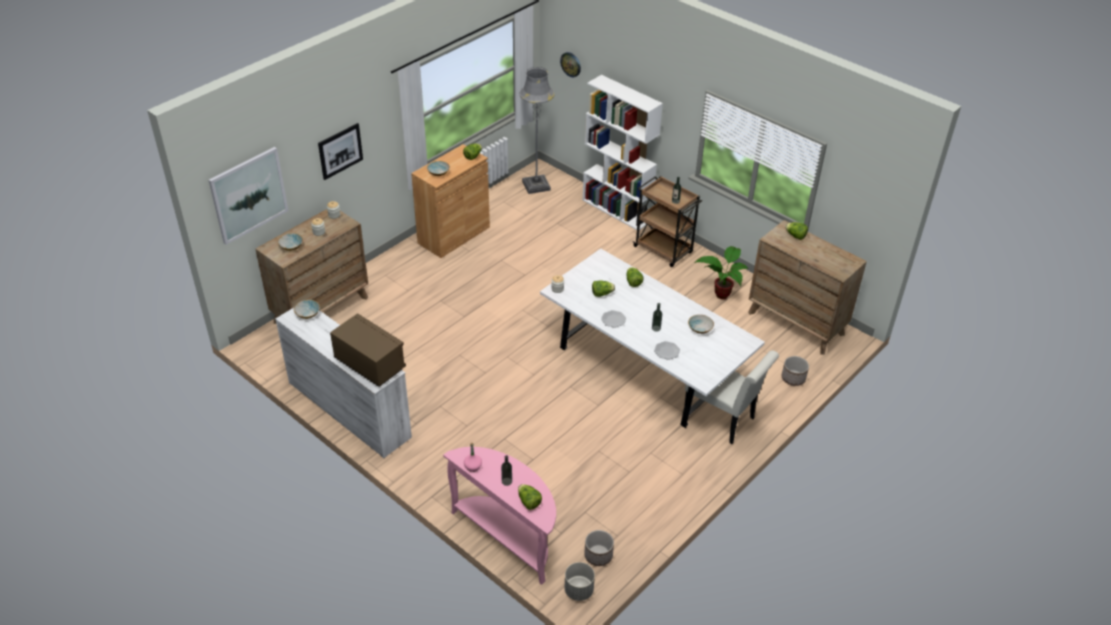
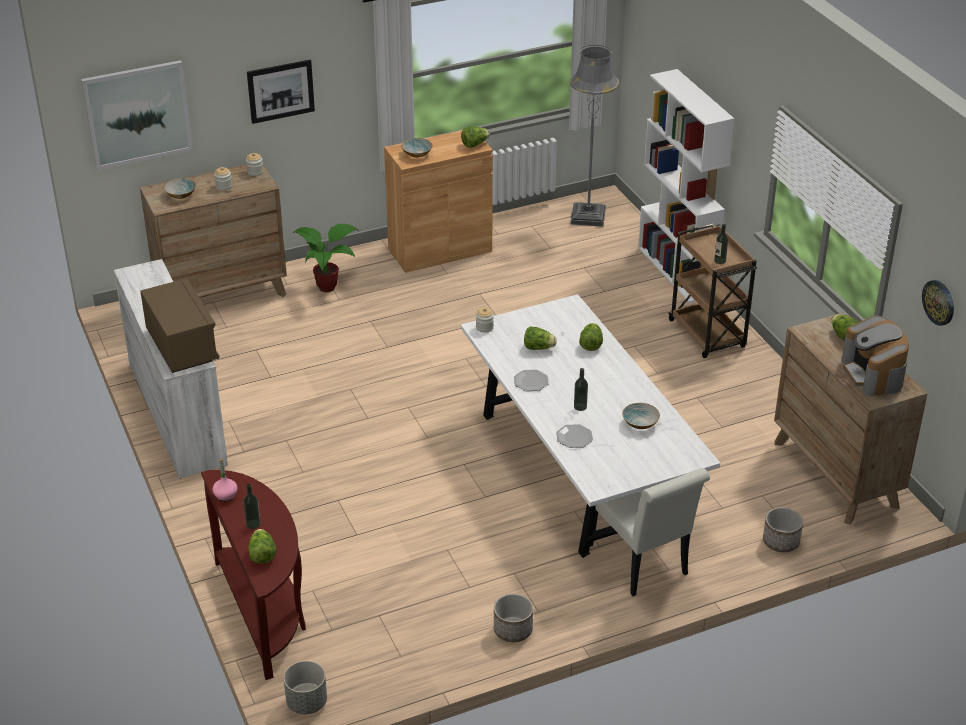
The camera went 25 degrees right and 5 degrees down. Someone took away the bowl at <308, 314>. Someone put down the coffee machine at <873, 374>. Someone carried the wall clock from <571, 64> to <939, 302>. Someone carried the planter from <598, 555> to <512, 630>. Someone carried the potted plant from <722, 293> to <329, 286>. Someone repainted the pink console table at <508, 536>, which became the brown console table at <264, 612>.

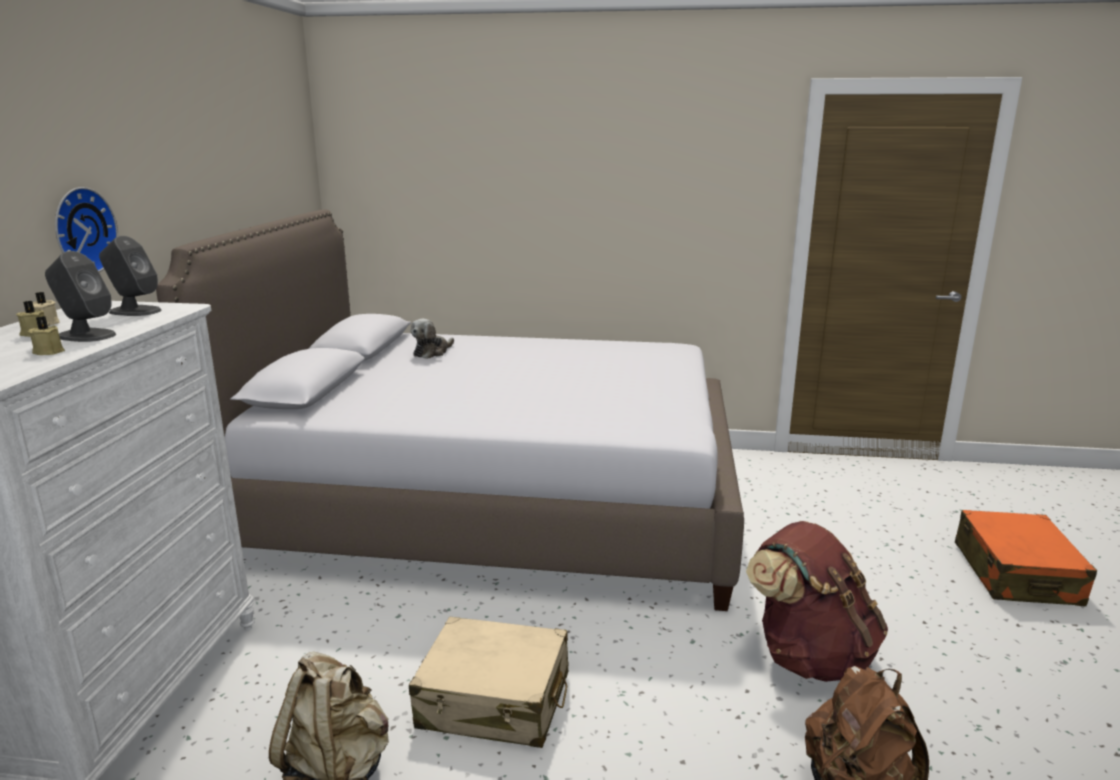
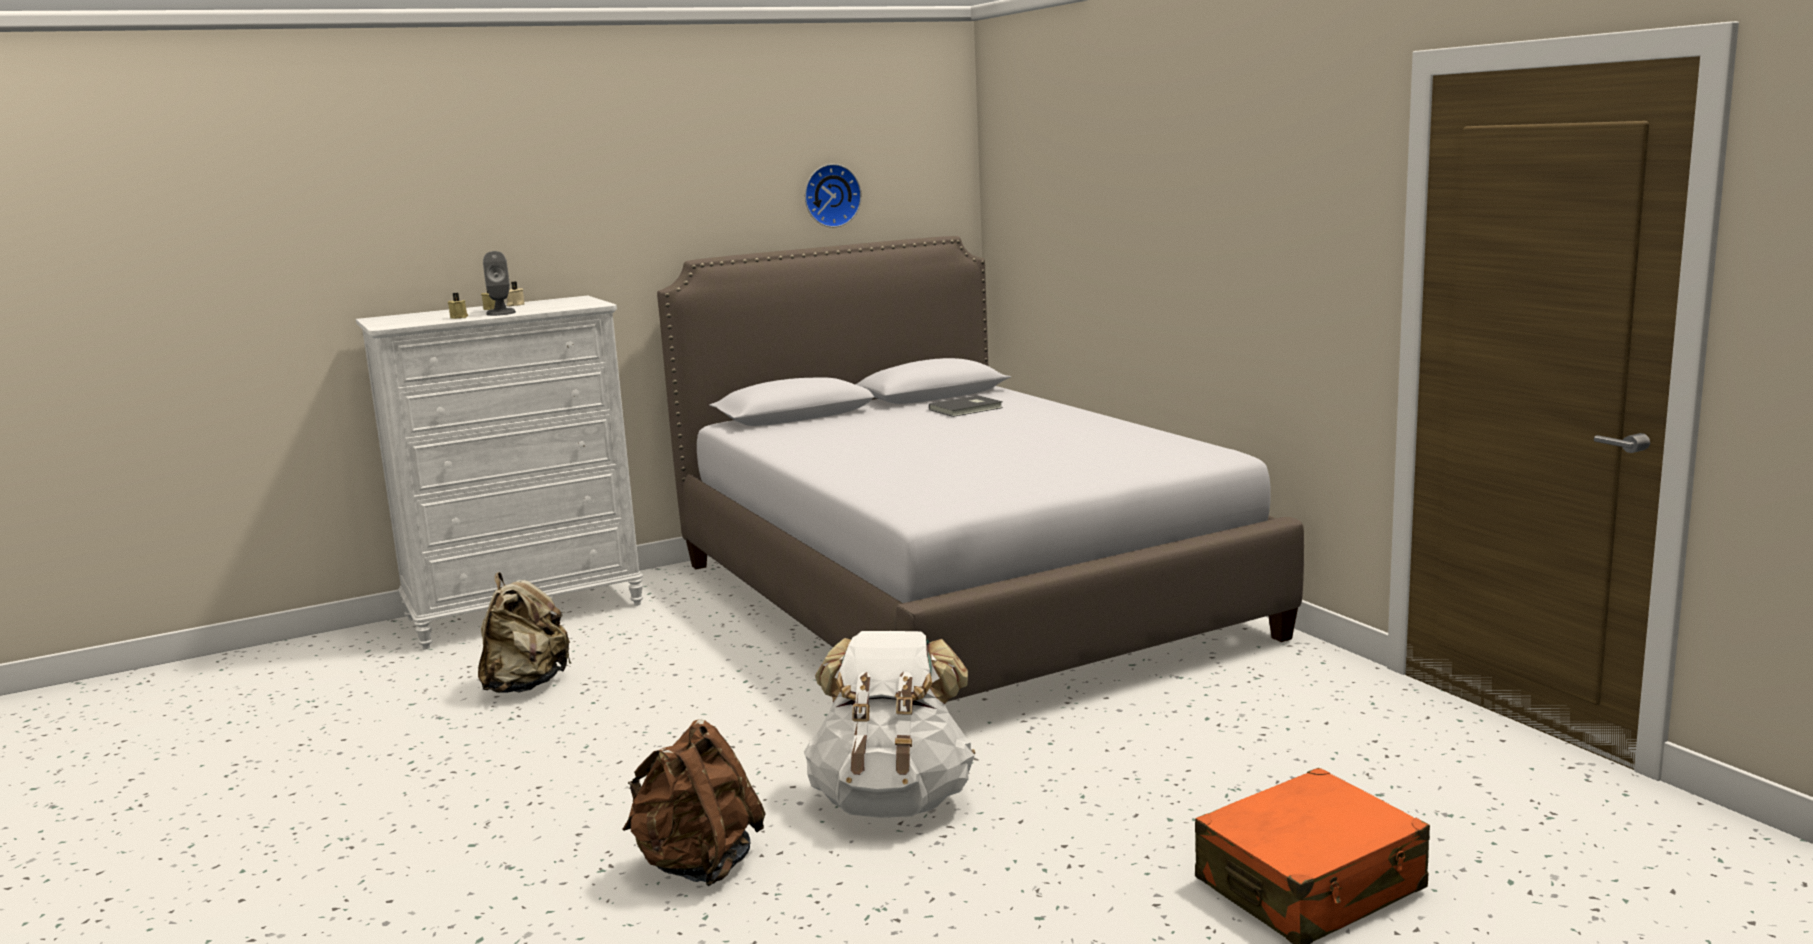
The camera went 55 degrees right and 5 degrees down. Someone took away the grey speaker at <134, 311>. Someone took away the beige suitcase at <494, 701>. Someone carried the wall clock from <81, 230> to <831, 195>. Someone swapped the plush toy at <432, 352> for the grey book at <967, 409>. Someone repainted the brown backpack at <810, 656>, which became the white backpack at <893, 800>.

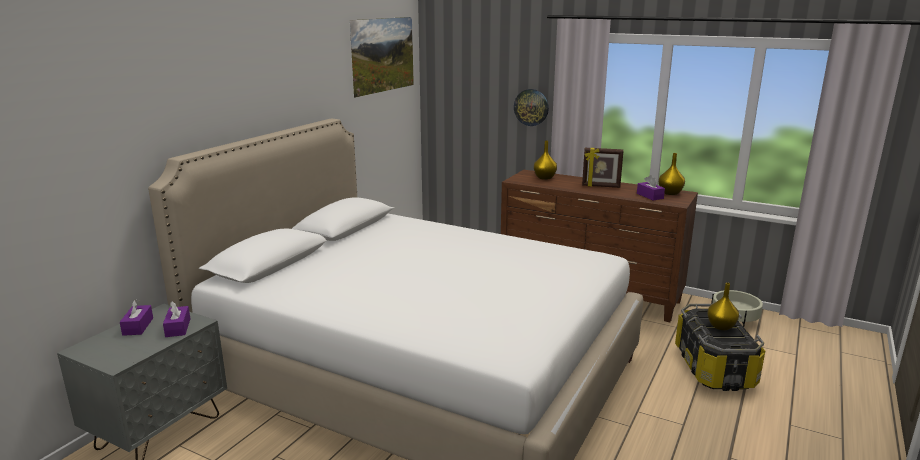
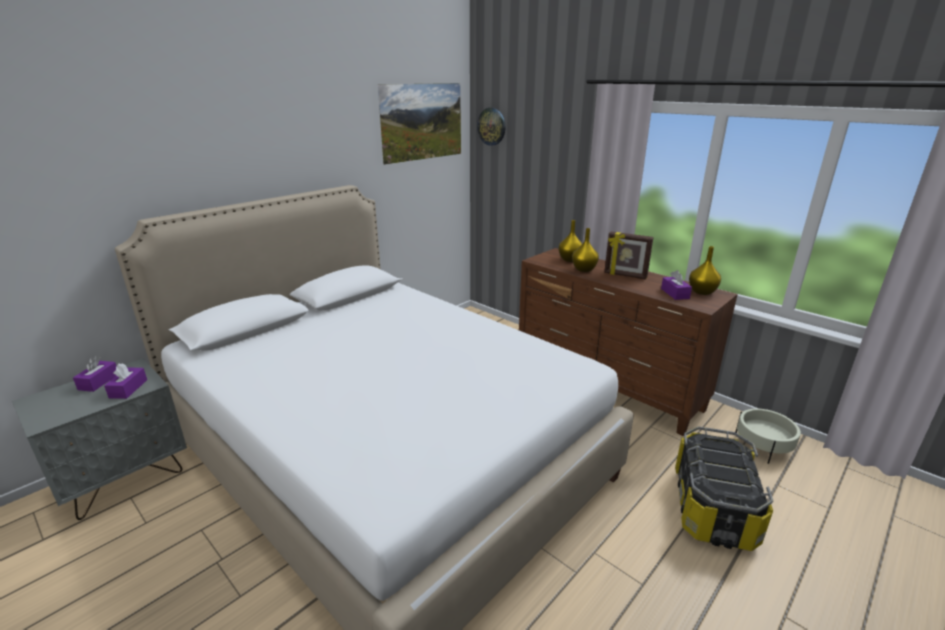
The camera went 15 degrees right and 5 degrees up. Someone carried the wall clock from <531, 107> to <491, 126>. Someone carried the yellow vase from <721, 326> to <584, 269>.

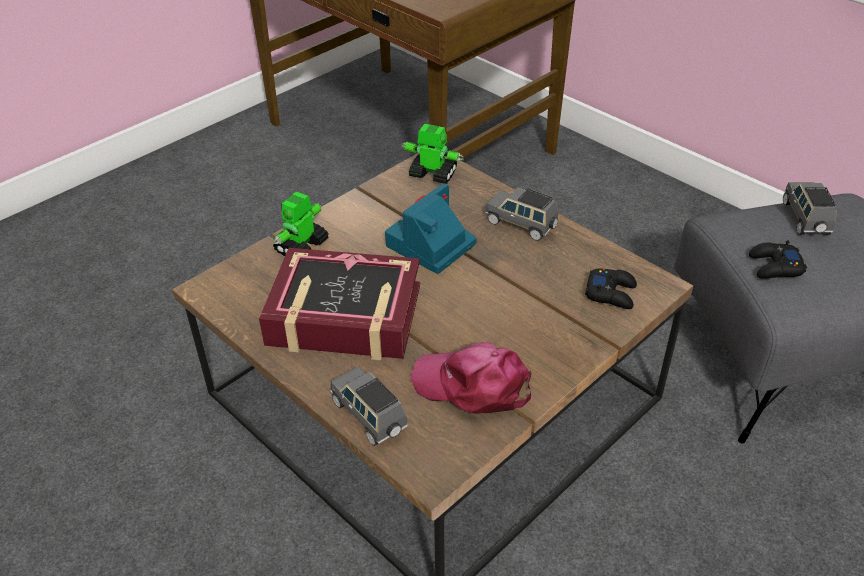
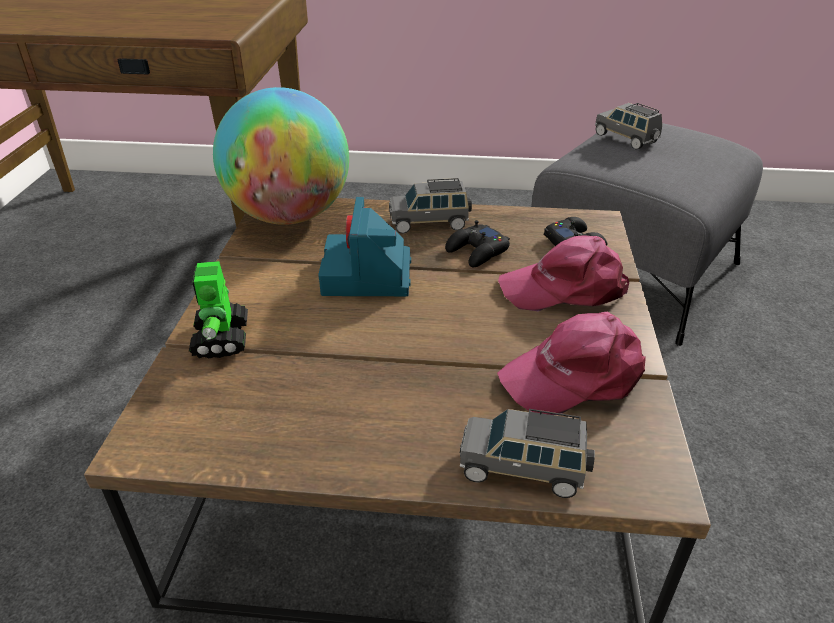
The camera went 40 degrees left and 5 degrees down. Someone took away the book at <344, 316>. Someone put down the pink cap at <565, 288>. Someone carried the black game controller from <775, 267> to <477, 252>. Someone swapped the toy robot at <432, 174> for the globe at <289, 216>.

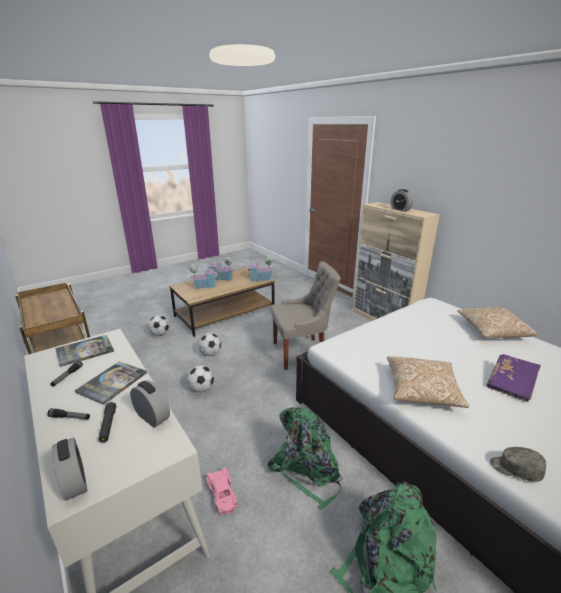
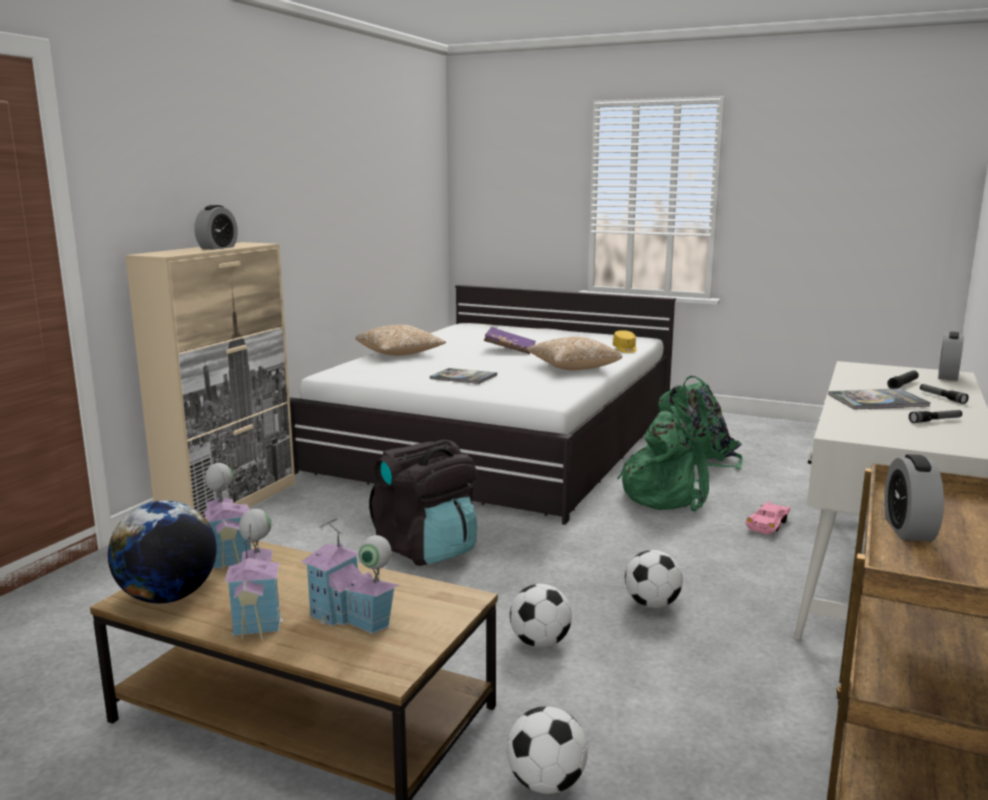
The camera went 120 degrees left and 10 degrees down. Someone put down the globe at <168, 597>. Someone carried the book from <85, 351> to <463, 377>. Someone carried the alarm clock from <152, 417> to <908, 529>. Someone swapped the grey chair at <302, 352> for the black backpack at <427, 549>. Someone repainted the grey cap at <515, 469>, which became the yellow cap at <625, 349>.

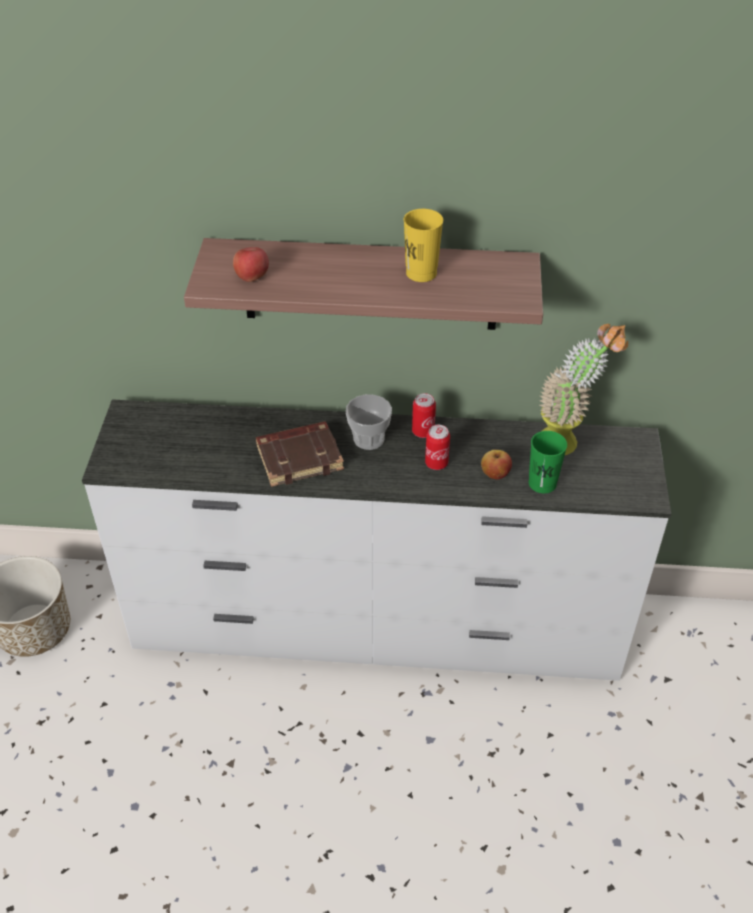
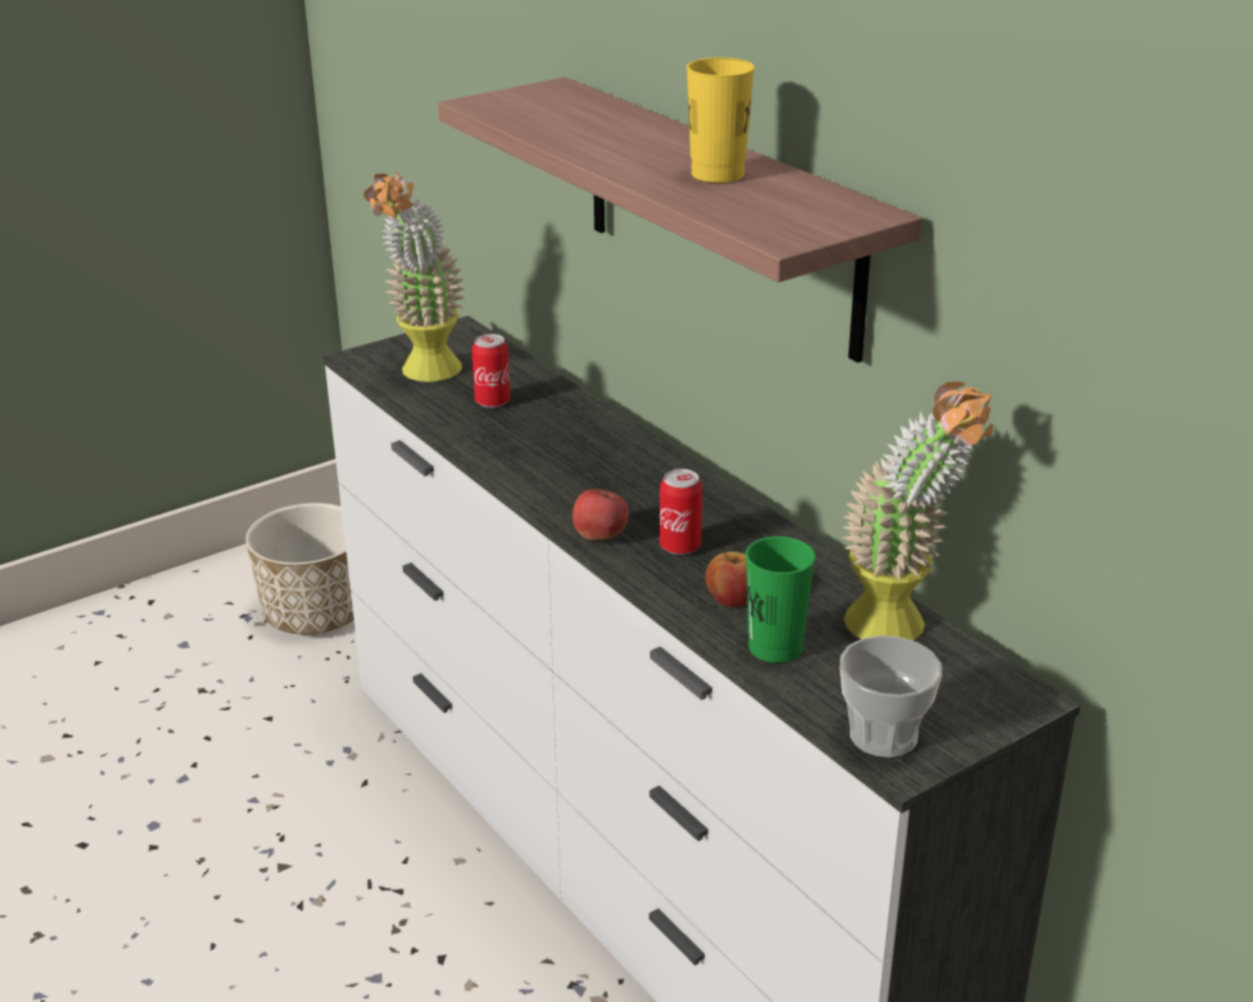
The camera went 50 degrees right and 15 degrees down. Someone took away the brown book at <300, 457>. Someone put down the potted plant at <424, 376>. Someone carried the apple from <252, 277> to <600, 536>. Someone carried the cup from <369, 439> to <883, 736>. Someone carried the can from <423, 431> to <492, 402>.

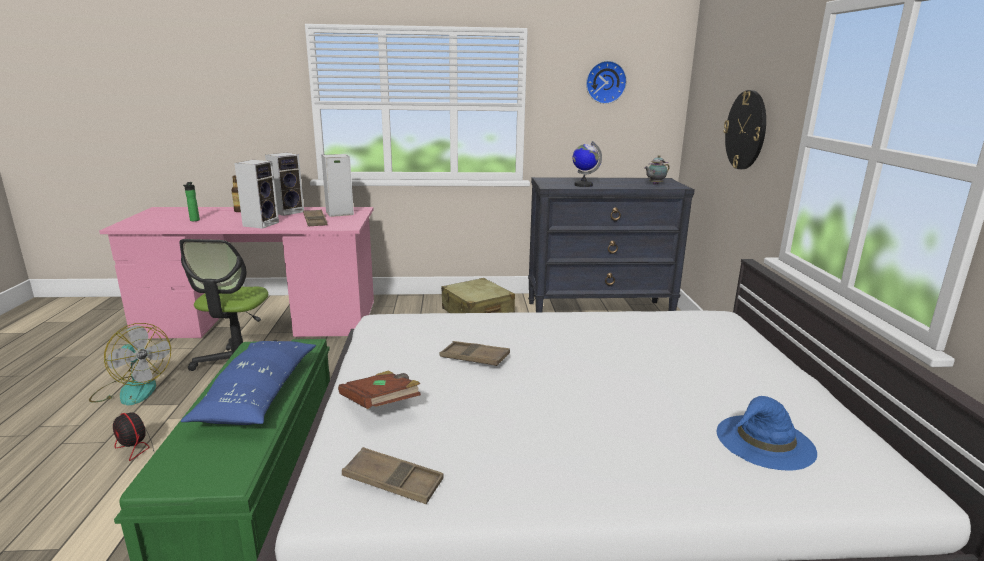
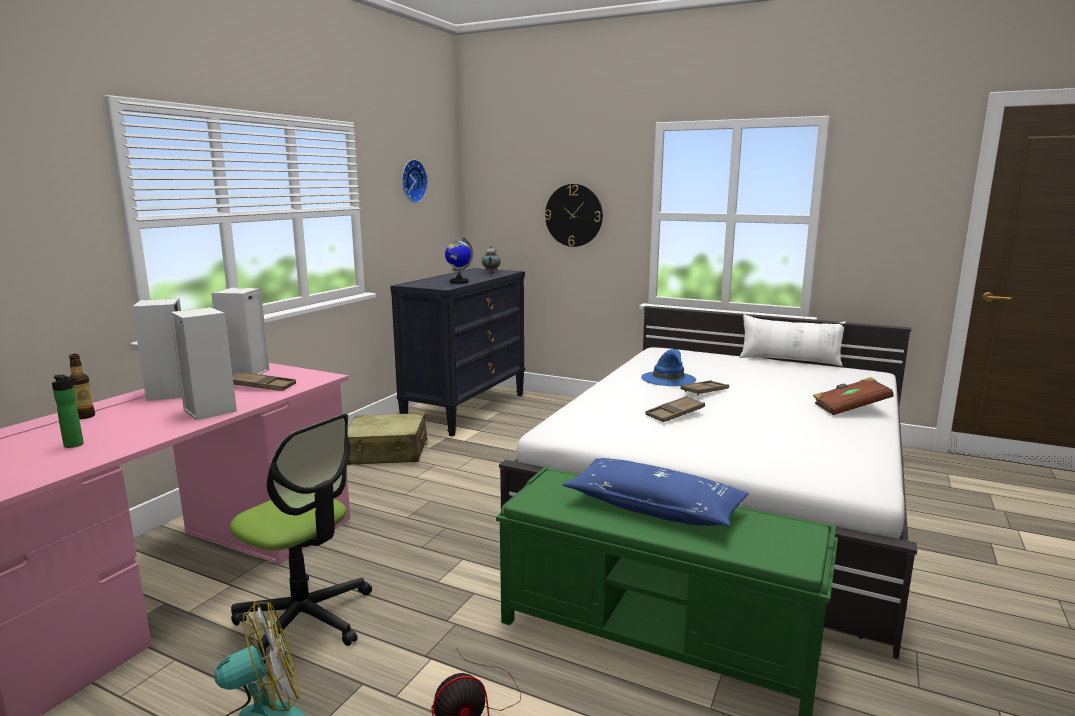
The camera went 60 degrees left and 5 degrees down. Someone put down the white pillow at <789, 360>. Someone carried the brown book from <381, 405> to <849, 409>. Someone carried the brown tray from <393, 481> to <704, 391>. Someone carried the blue hat from <764, 442> to <669, 379>.

